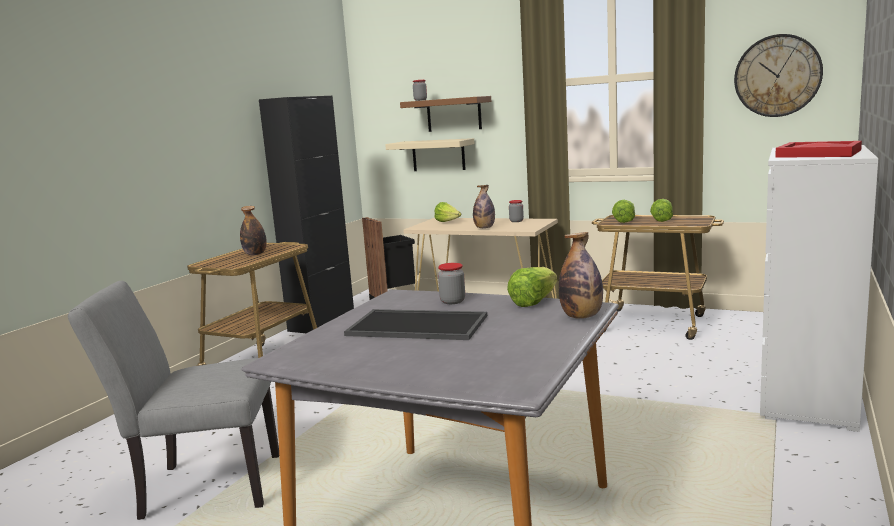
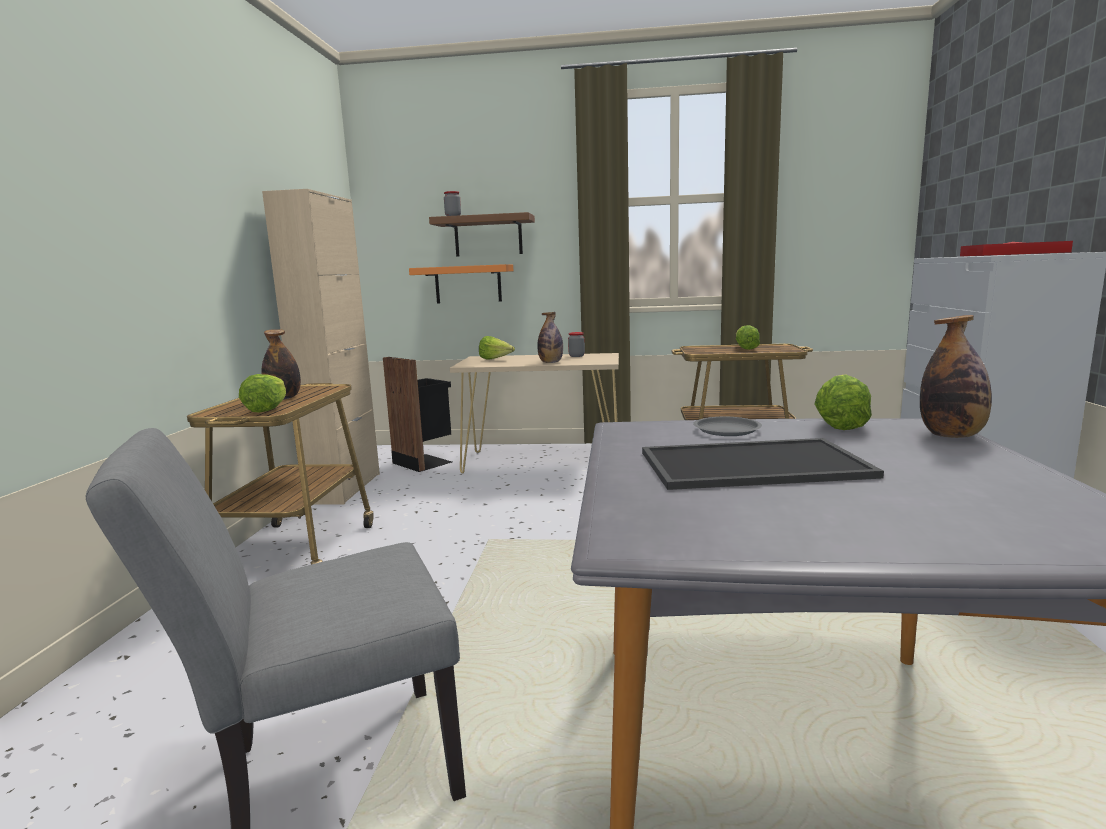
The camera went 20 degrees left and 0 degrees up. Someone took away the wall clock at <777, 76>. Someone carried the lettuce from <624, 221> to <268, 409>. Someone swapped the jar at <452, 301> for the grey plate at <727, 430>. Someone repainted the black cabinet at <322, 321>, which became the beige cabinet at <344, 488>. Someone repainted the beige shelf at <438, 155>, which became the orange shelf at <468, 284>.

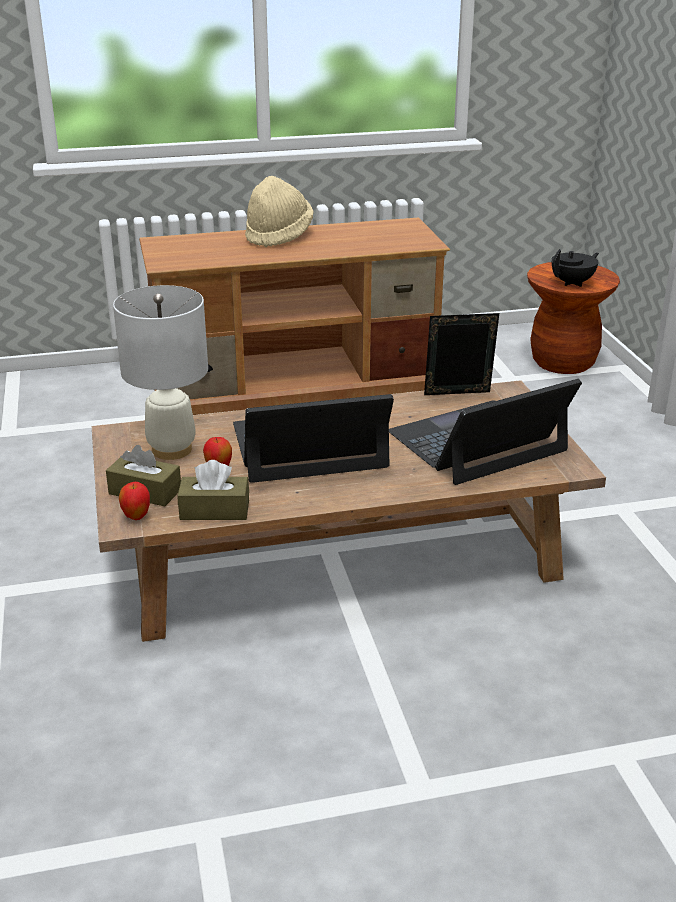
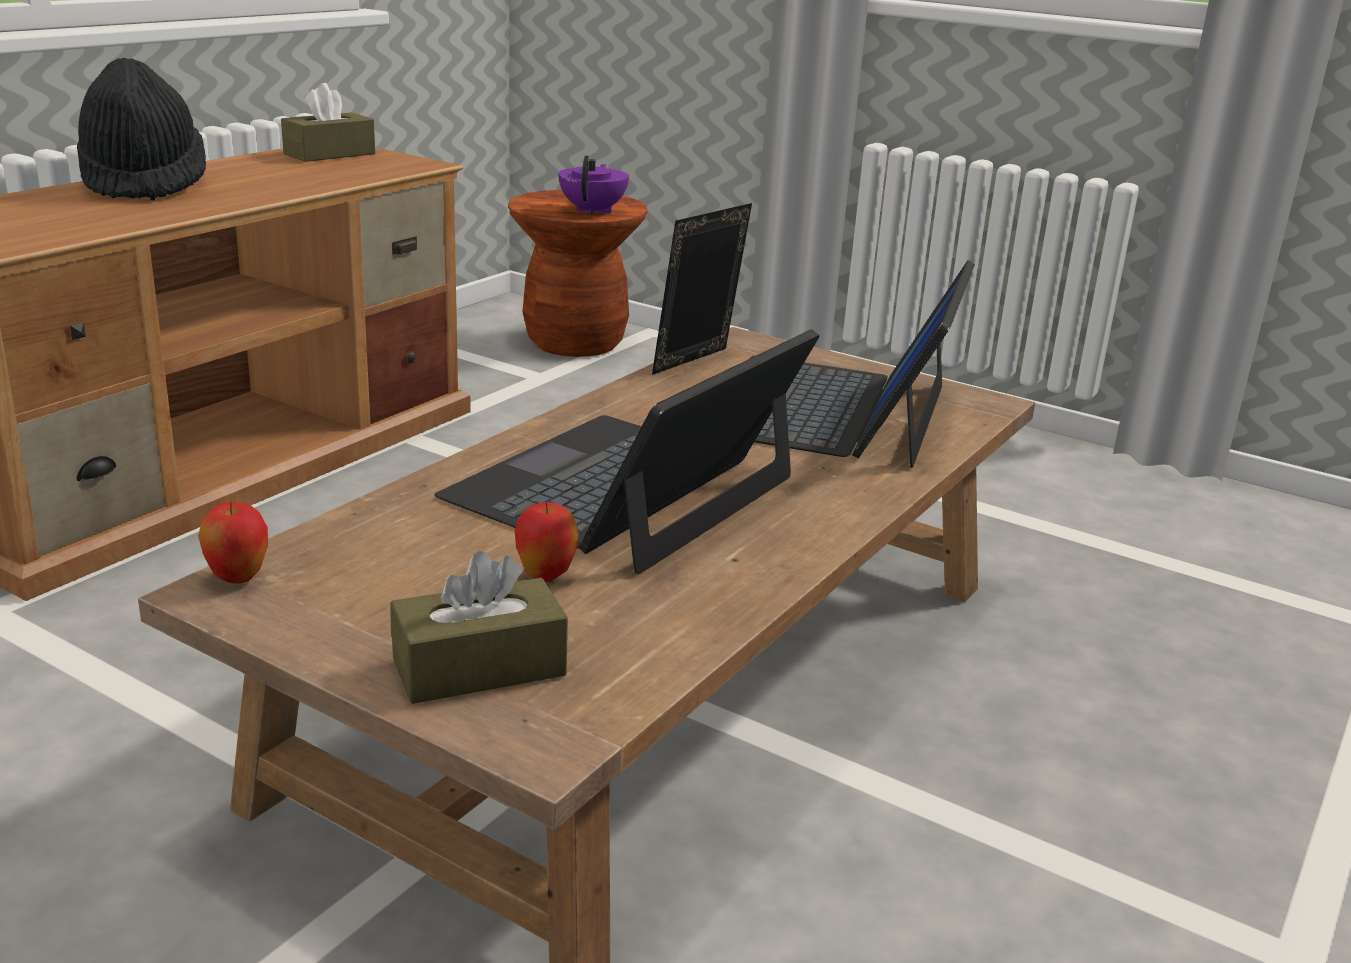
The camera went 45 degrees left and 5 degrees down. Someone took away the white table lamp at <171, 450>. Someone carried the apple from <136, 517> to <237, 578>. Someone carried the brown tissue box from <214, 510> to <329, 154>. Someone repainted the beige hat at <278, 236>, which became the black hat at <144, 184>. Someone repainted the black teapot at <573, 283>, which became the purple teapot at <593, 211>.

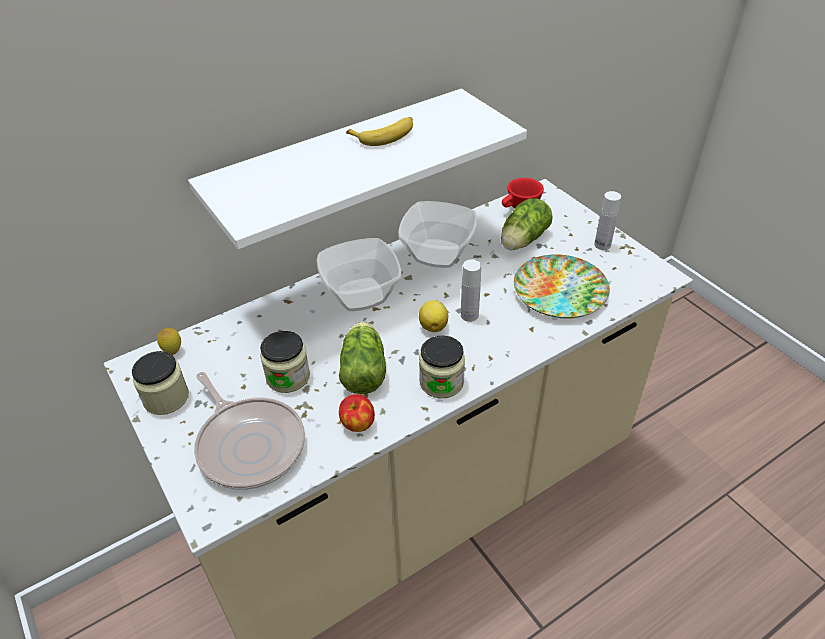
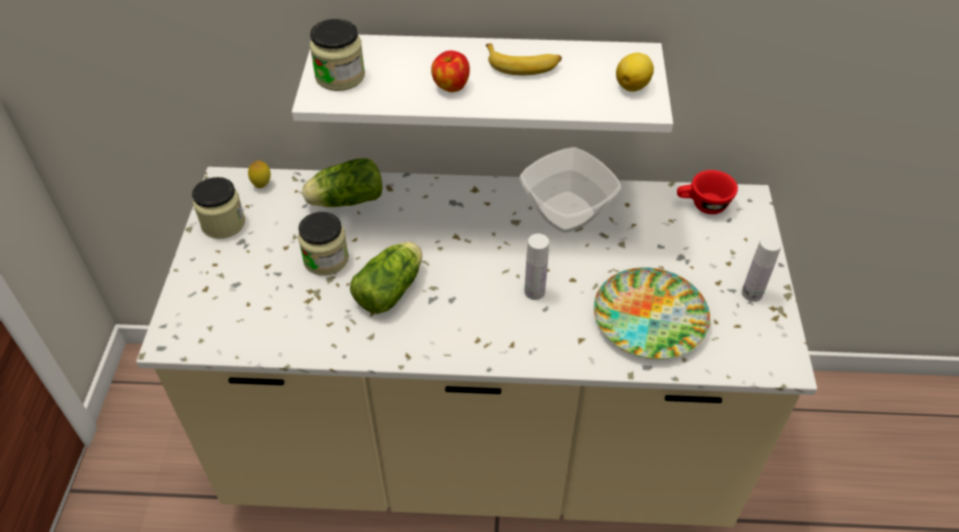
The camera went 35 degrees right and 5 degrees up. Someone took away the frying pan at <249, 444>. Someone took away the bowl at <362, 294>. Someone carried the apple from <357, 424> to <450, 86>. Someone carried the lemon from <433, 326> to <633, 85>. Someone carried the jar from <441, 382> to <340, 76>. Someone carried the lettuce from <522, 241> to <344, 200>.

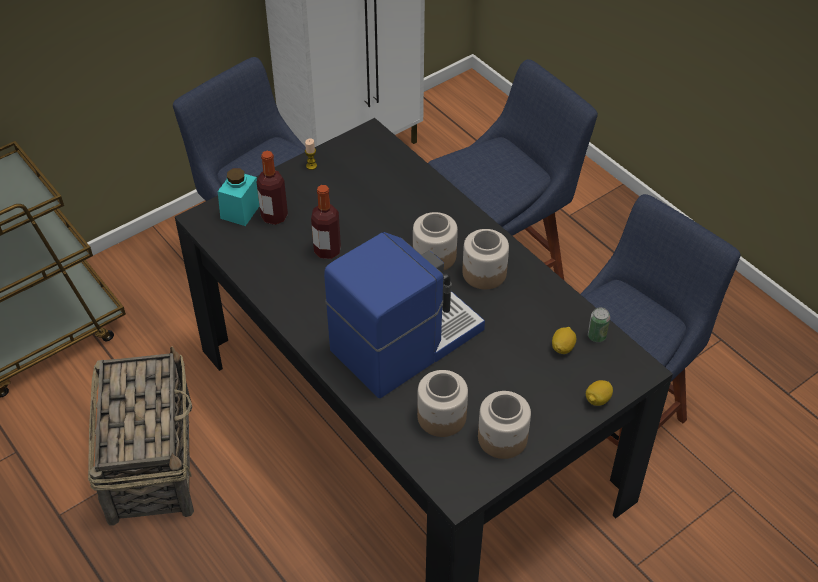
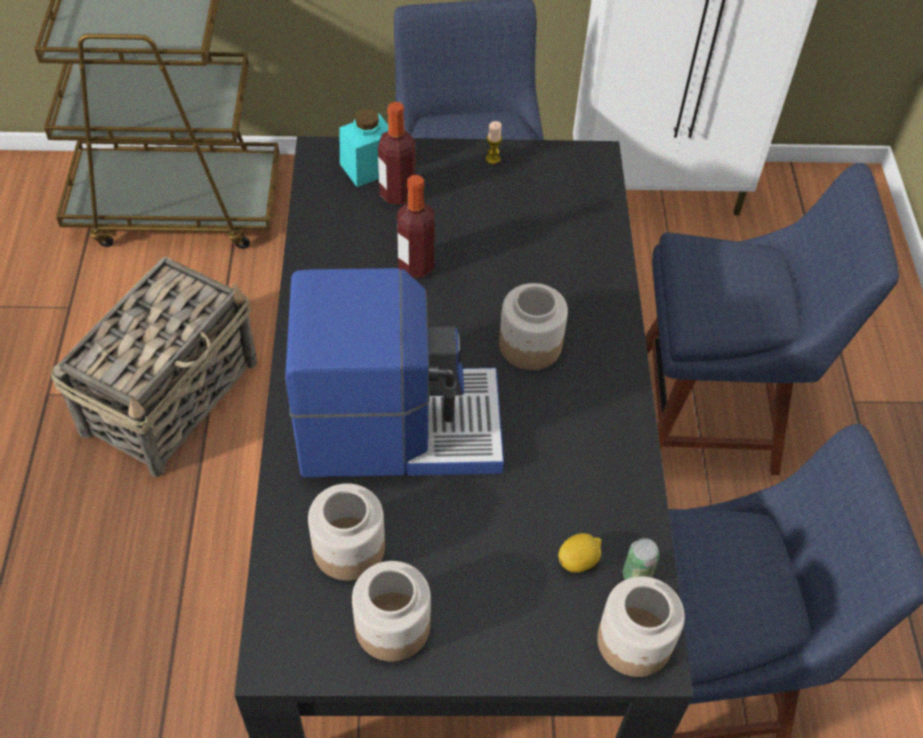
The camera went 35 degrees right and 5 degrees up. Someone took away the lemon at <597, 400>. Someone carried the jar from <485, 273> to <635, 642>.

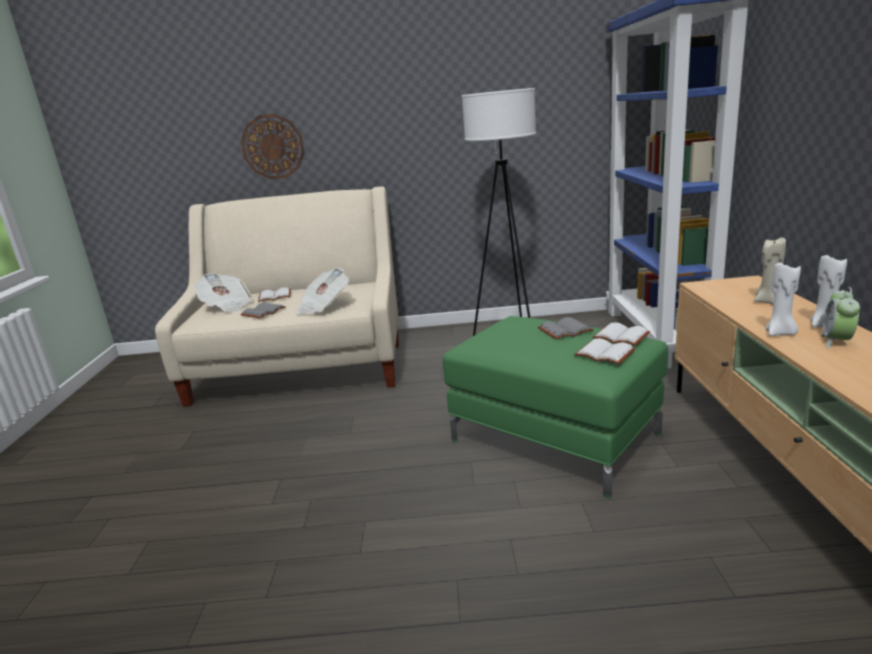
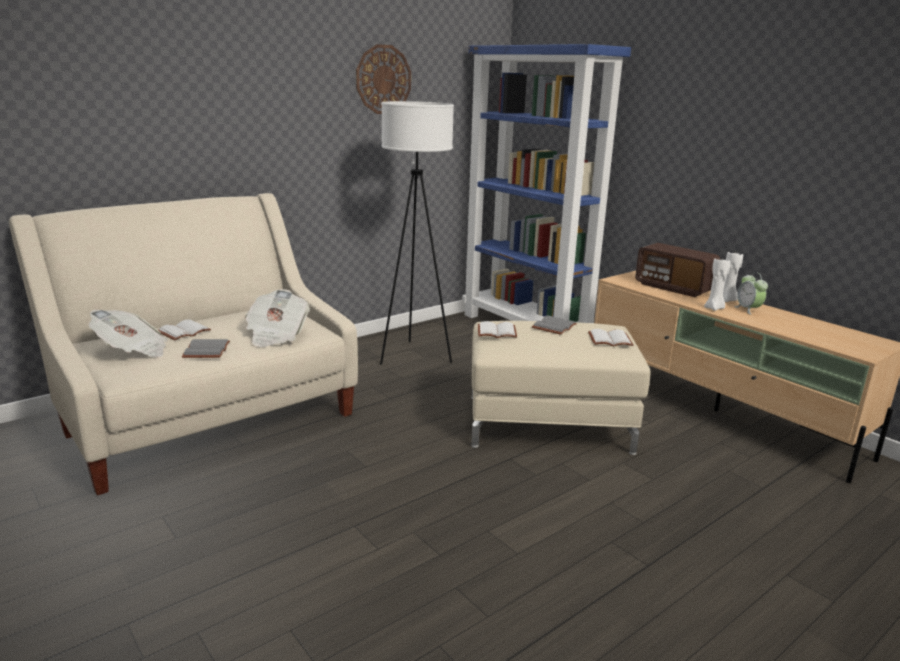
The camera went 40 degrees left and 0 degrees up. Someone carried the wall clock from <273, 147> to <383, 79>. Someone carried the white book from <619, 337> to <496, 332>. Someone swapped the beige candle at <767, 301> for the radio at <673, 288>. Someone repainted the green ottoman at <555, 436>, which became the beige ottoman at <549, 423>.

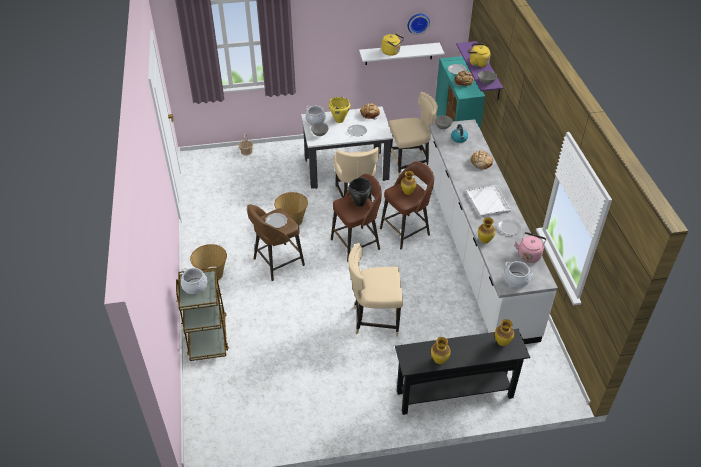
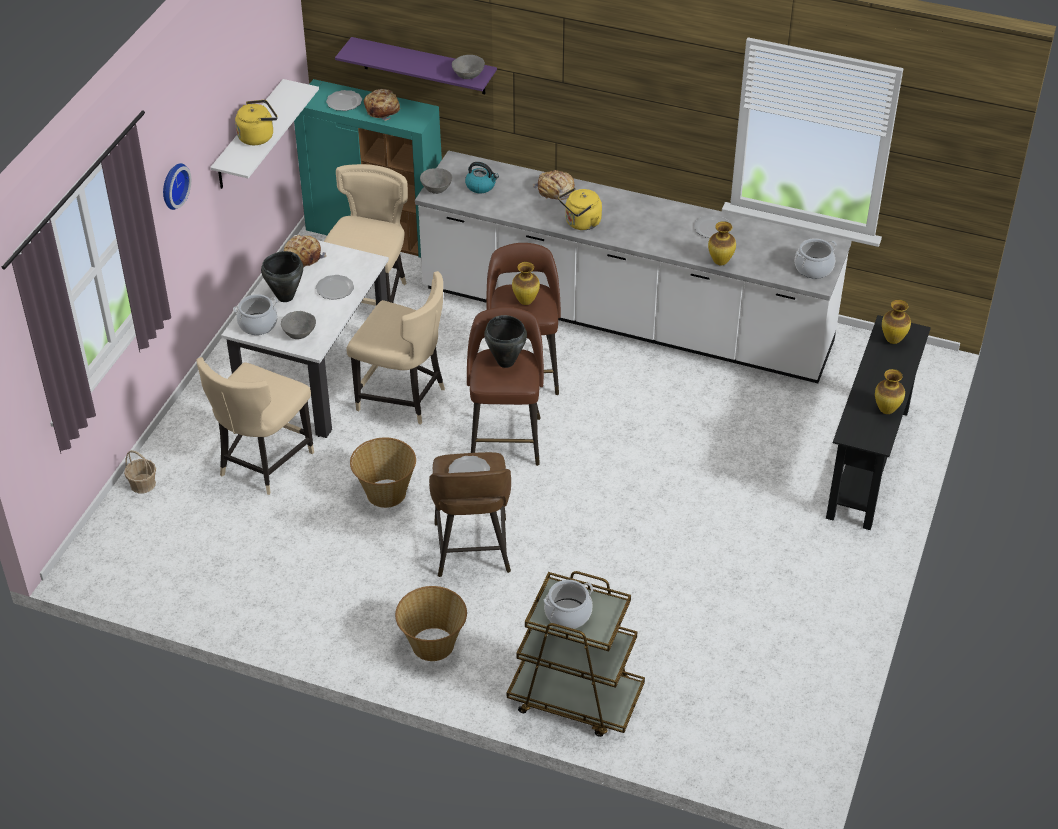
The camera went 60 degrees left and 0 degrees up. Someone took away the white tray at <488, 202>. Someone took away the pink kettle at <529, 255>. Someone carried the beige chair from <374, 319> to <263, 463>. Someone carried the wall clock from <418, 23> to <172, 185>. Someone carried the yellow kettle from <477, 63> to <581, 223>. Someone repainted the yellow cooking pot at <339, 120>, which became the black cooking pot at <285, 297>.

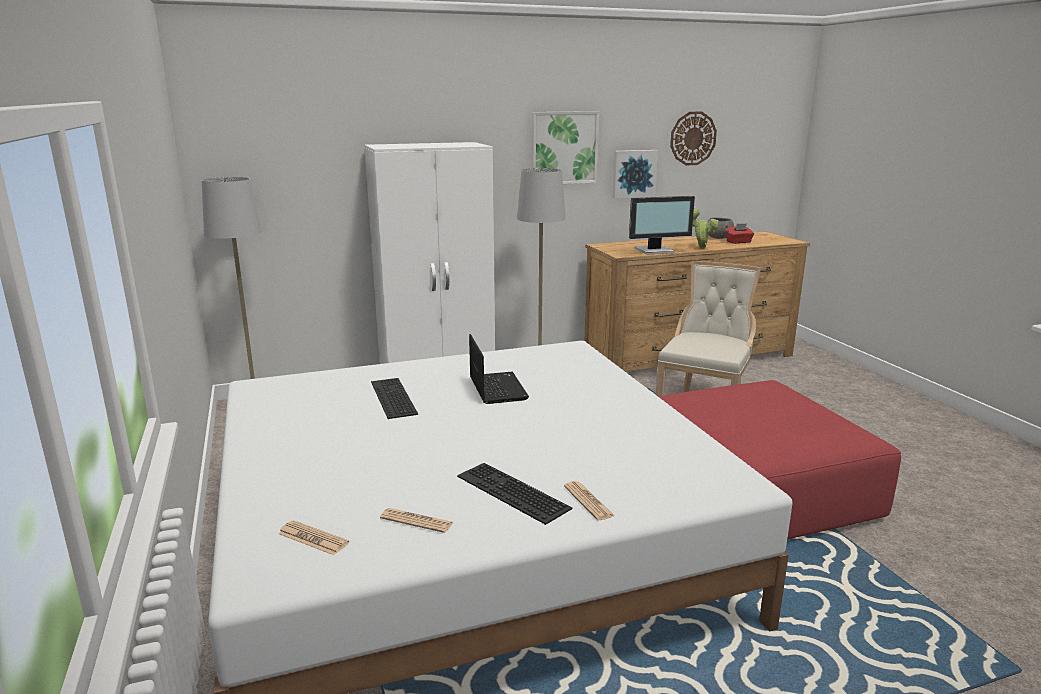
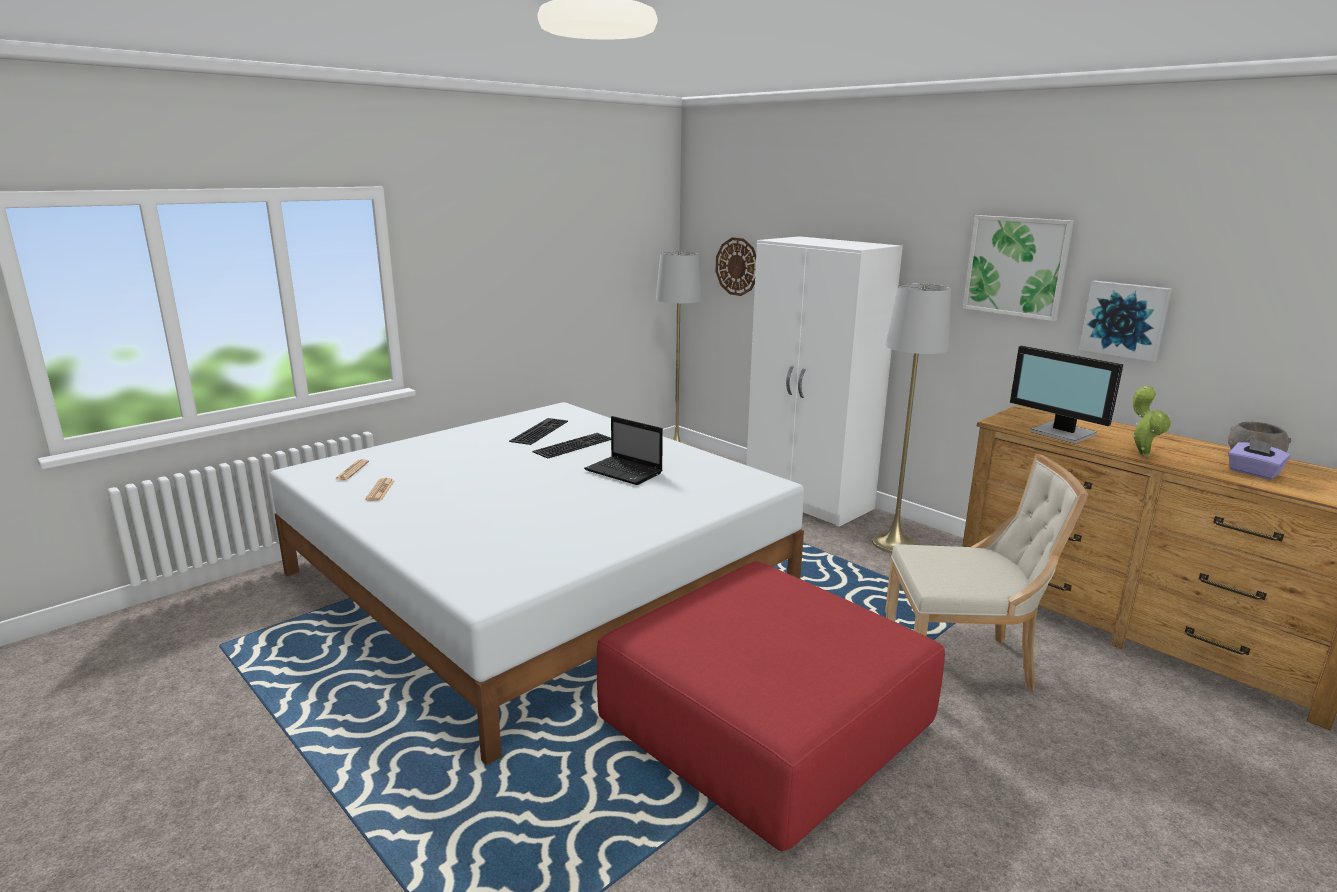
The camera went 65 degrees right and 0 degrees up. Someone took away the newspaper at <588, 501>. Someone carried the keyboard from <509, 492> to <538, 430>. Someone carried the wall clock from <693, 138> to <737, 266>. Someone repainted the red tissue box at <738, 242>, which became the purple tissue box at <1253, 473>. Someone rotated the laptop at <497, 388> by 75 degrees clockwise.

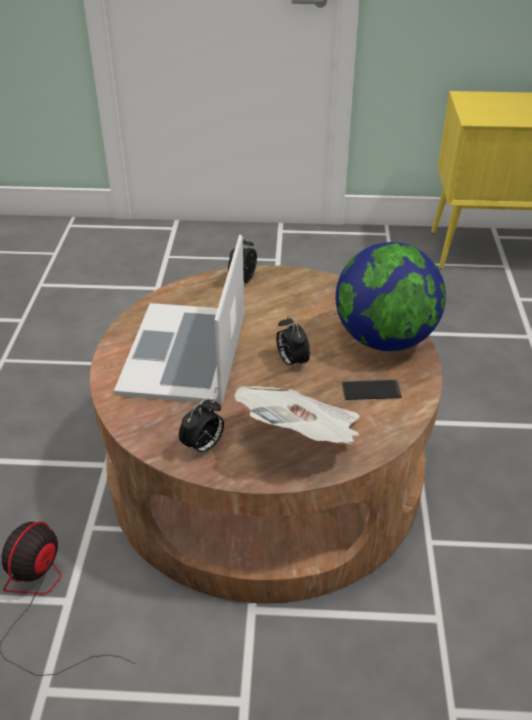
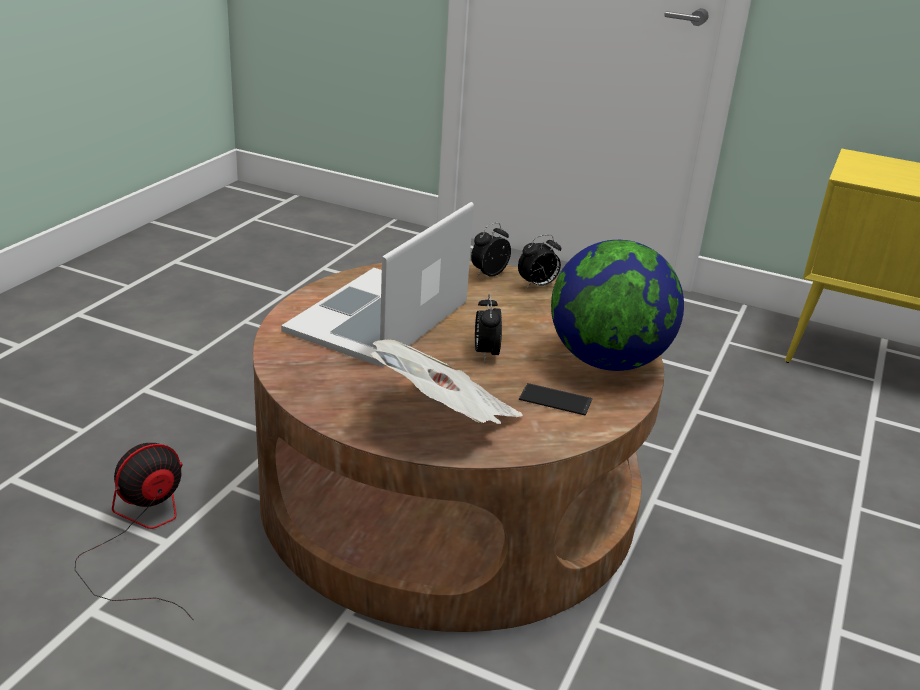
The camera went 20 degrees right and 10 degrees down. Someone carried the alarm clock from <203, 446> to <537, 285>.

